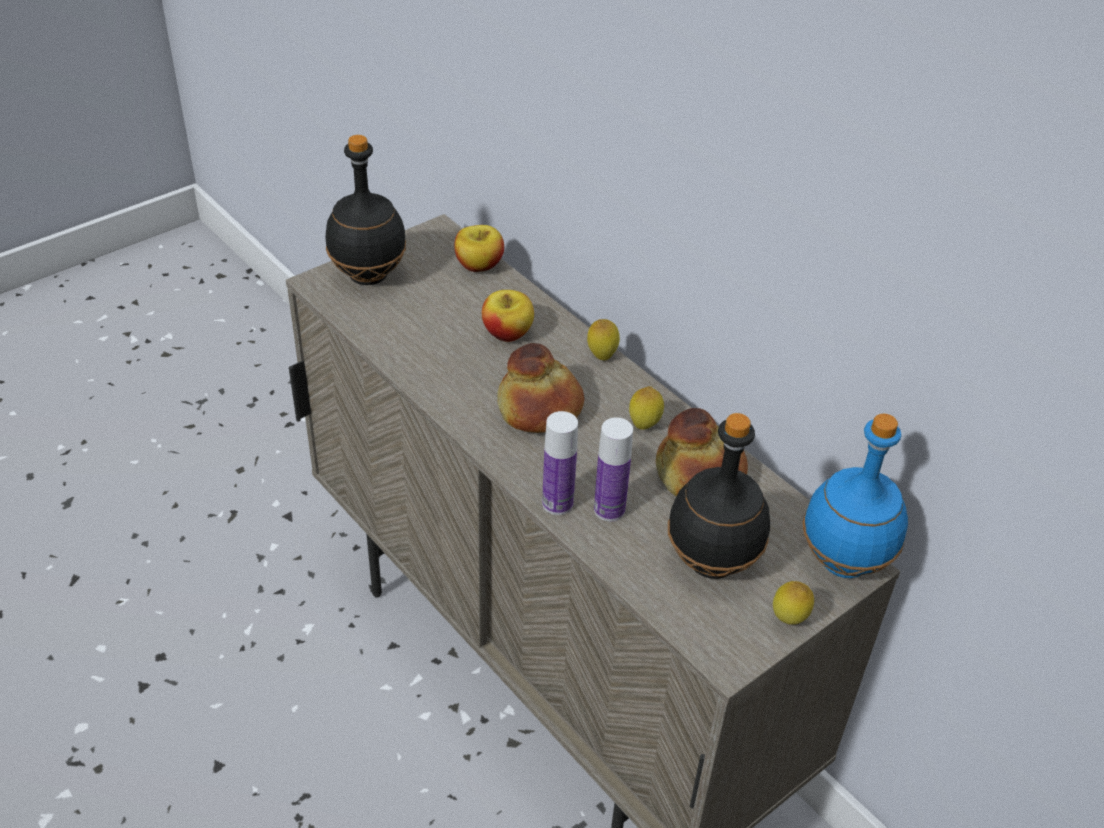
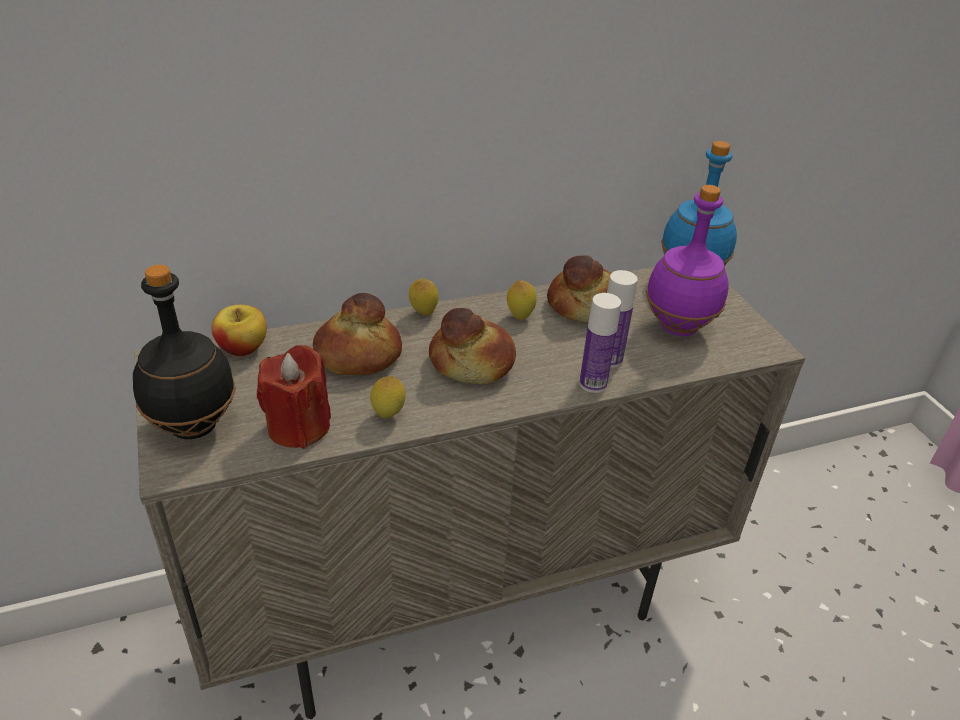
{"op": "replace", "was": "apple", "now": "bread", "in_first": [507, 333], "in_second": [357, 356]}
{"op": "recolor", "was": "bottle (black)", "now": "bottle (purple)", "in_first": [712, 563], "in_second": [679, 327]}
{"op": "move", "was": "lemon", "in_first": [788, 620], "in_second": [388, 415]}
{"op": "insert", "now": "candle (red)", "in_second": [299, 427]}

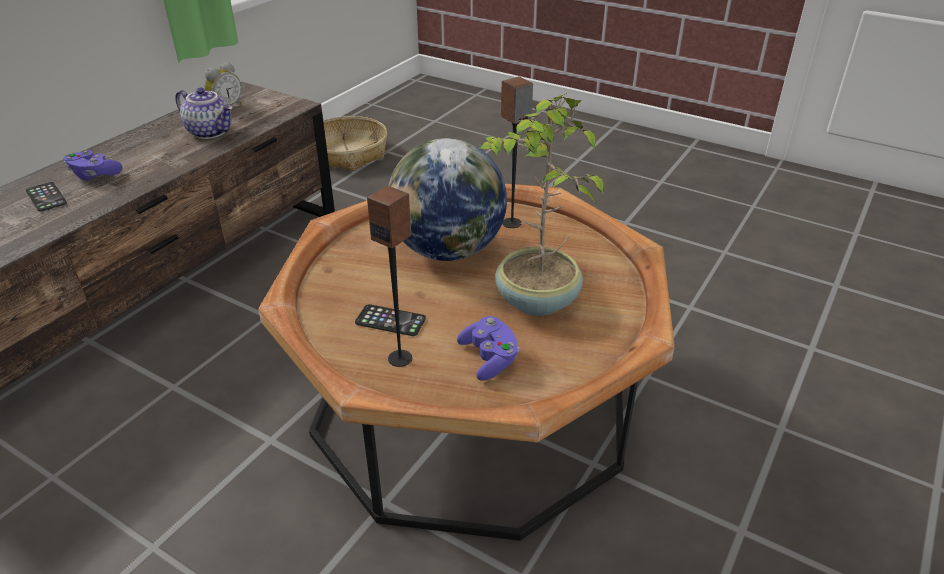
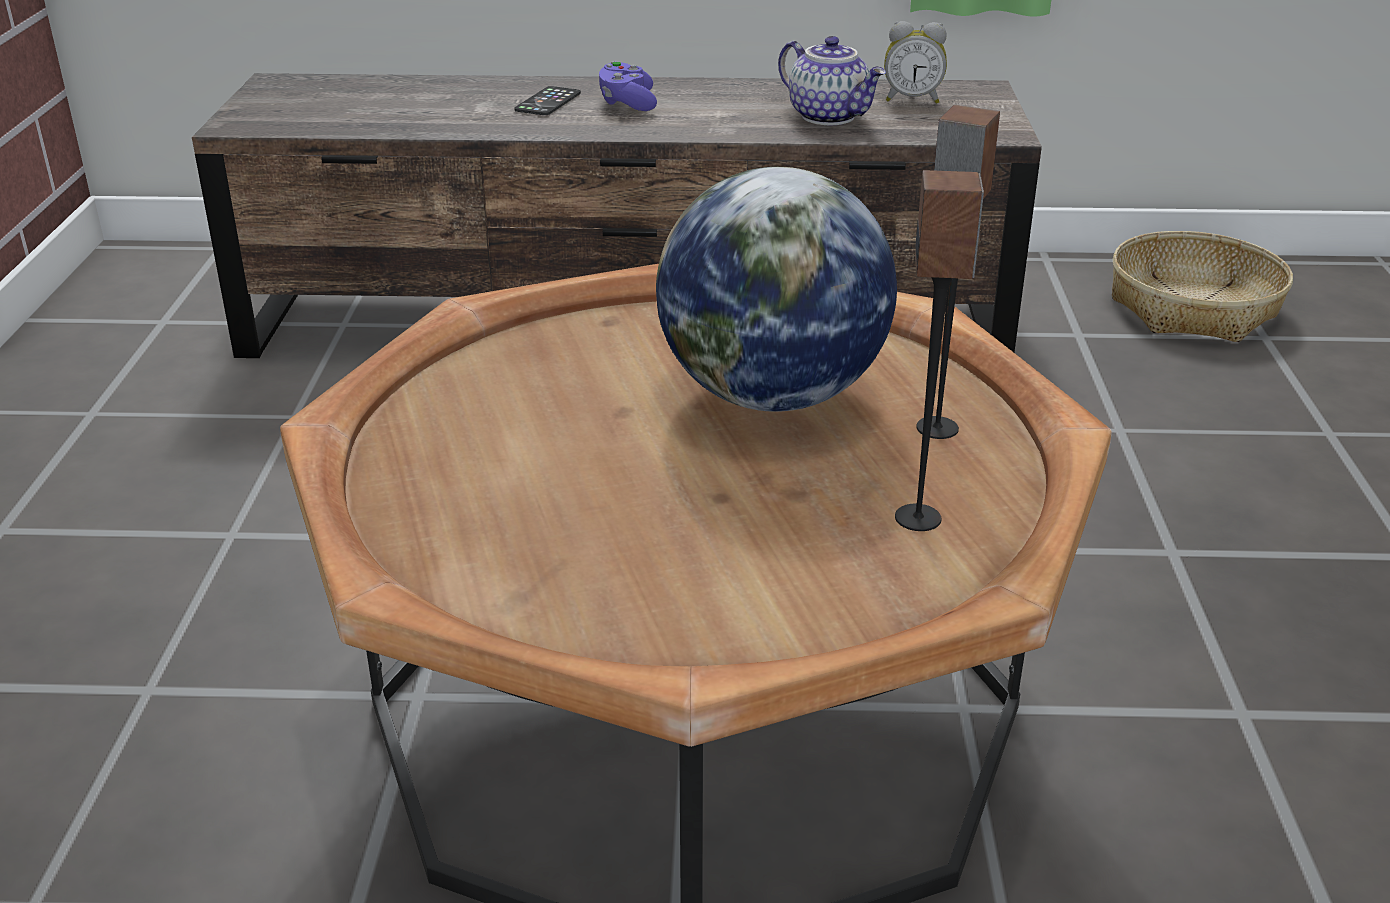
{"op": "rotate", "was": "teapot", "in_first": [211, 132], "in_second": [830, 116], "clockwise": -45}
{"op": "delete", "was": "potted plant", "in_first": [536, 302]}
{"op": "move", "was": "speaker", "in_first": [400, 358], "in_second": [919, 518]}
{"op": "delete", "was": "phone", "in_first": [390, 321]}
{"op": "delete", "was": "game controller (purple)", "in_first": [489, 358]}

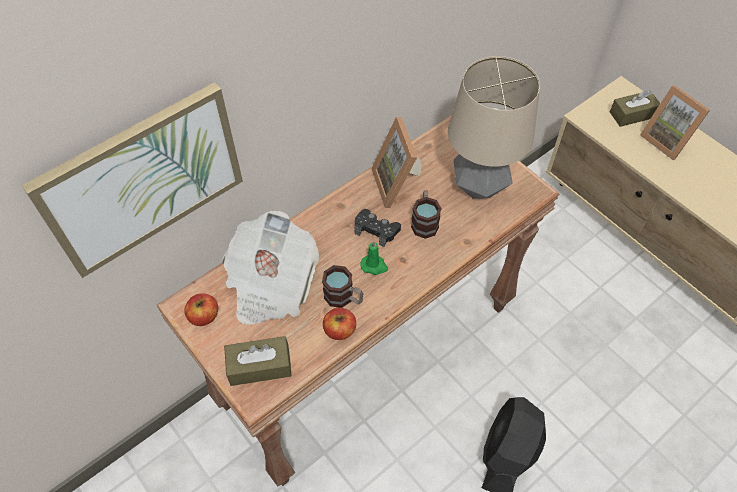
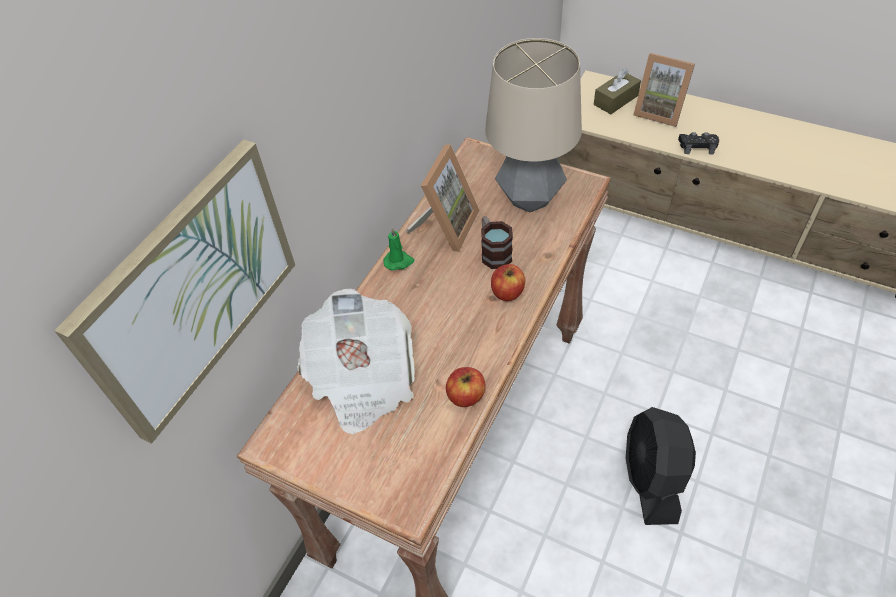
{"op": "rotate", "was": "picture frame", "in_first": [398, 184], "in_second": [446, 226], "clockwise": -120}
{"op": "move", "was": "game controller (black)", "in_first": [376, 230], "in_second": [697, 146]}
{"op": "move", "was": "candle (green)", "in_first": [374, 266], "in_second": [399, 261]}
{"op": "delete", "was": "mug", "in_first": [344, 298]}
{"op": "move", "was": "apple", "in_first": [204, 316], "in_second": [507, 292]}
{"op": "delete", "was": "tissue box (brown)", "in_first": [259, 366]}

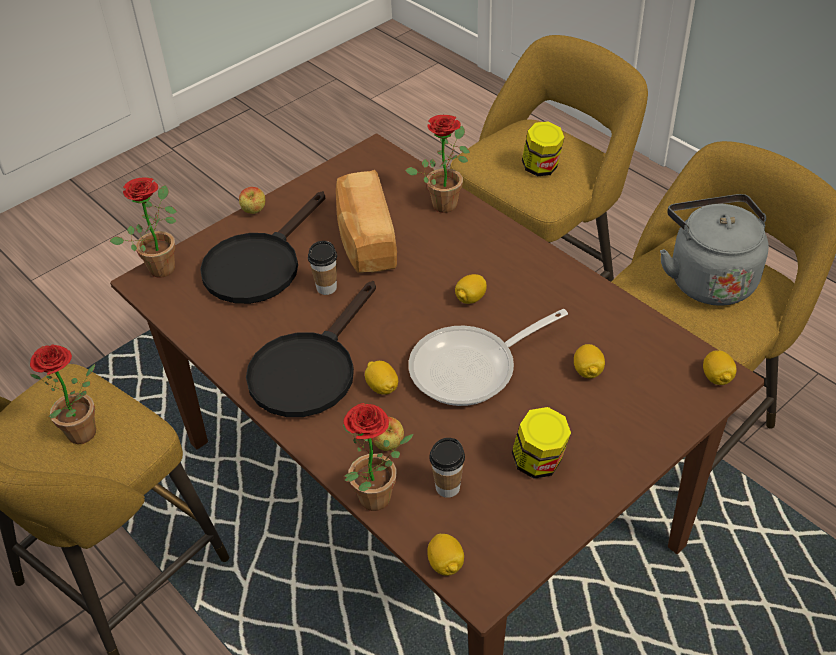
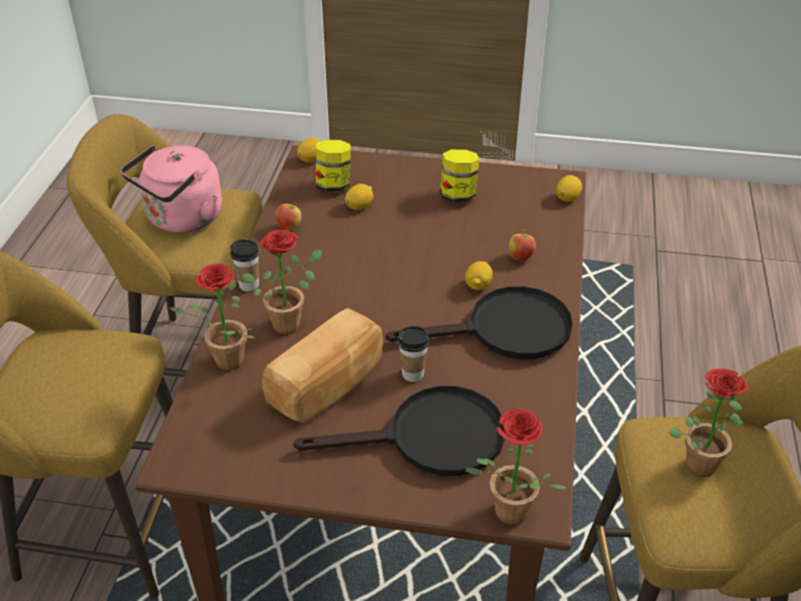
{"op": "move", "was": "jar", "in_first": [541, 168], "in_second": [334, 185]}
{"op": "move", "was": "apple", "in_first": [254, 212], "in_second": [289, 227]}
{"op": "recolor", "was": "kettle (grey)", "now": "kettle (pink)", "in_first": [708, 278], "in_second": [181, 219]}
{"op": "delete", "was": "lemon", "in_first": [470, 298]}
{"op": "delete", "was": "frying pan", "in_first": [471, 368]}
{"op": "move", "was": "potted plant", "in_first": [377, 503], "in_second": [290, 321]}
{"op": "move", "was": "cup", "in_first": [447, 487], "in_second": [249, 285]}

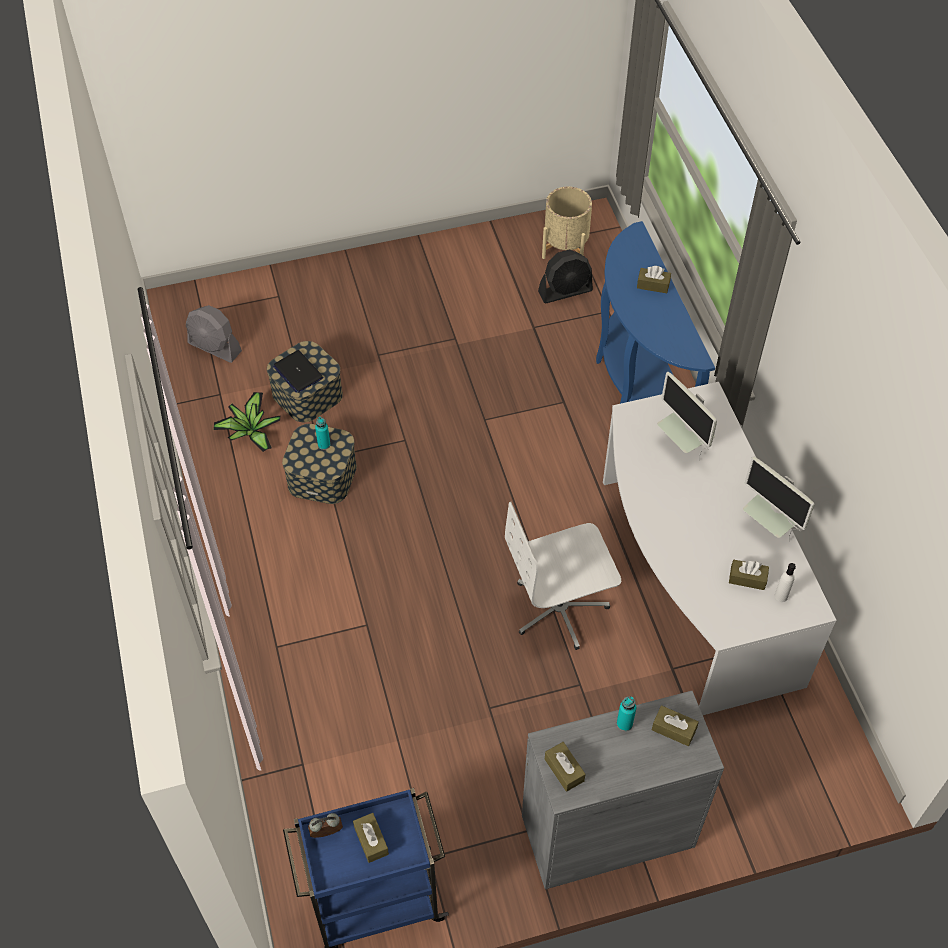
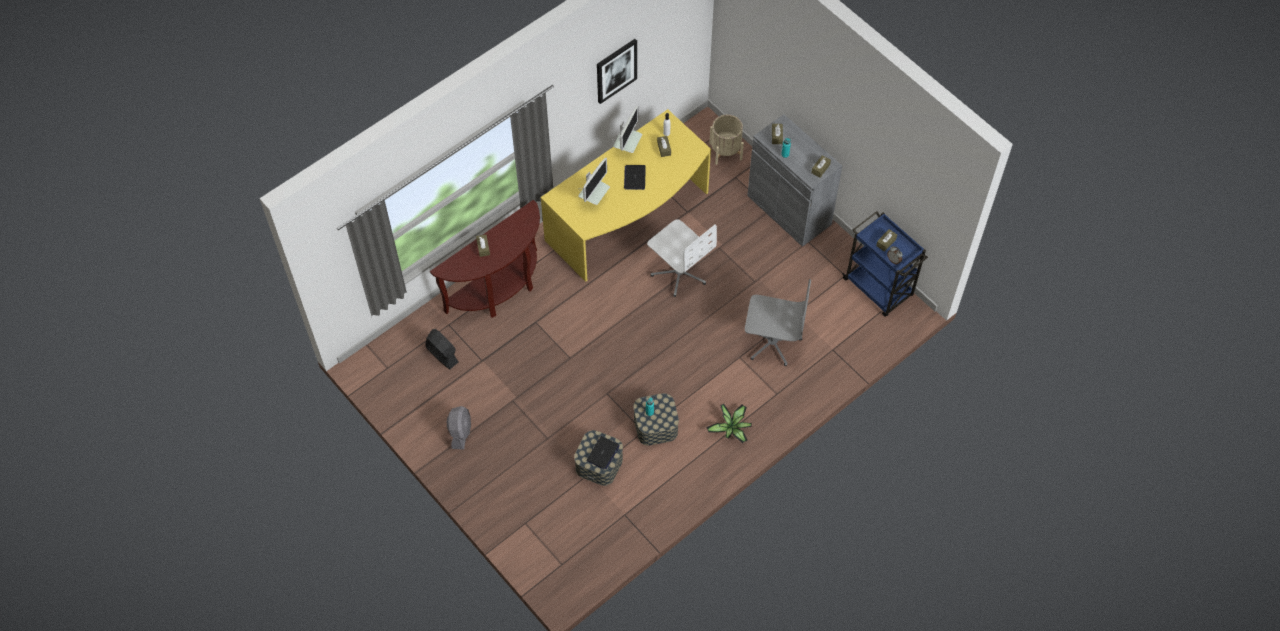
{"op": "move", "was": "planter (beige)", "in_first": [565, 247], "in_second": [725, 151]}
{"op": "recolor", "was": "console table (blue)", "now": "console table (brown)", "in_first": [637, 380], "in_second": [499, 290]}
{"op": "move", "was": "fan (grey)", "in_first": [215, 347], "in_second": [460, 432]}
{"op": "recolor", "was": "desk (white)", "now": "desk (yellow)", "in_first": [691, 581], "in_second": [630, 219]}
{"op": "move", "was": "potted plant", "in_first": [250, 431], "in_second": [731, 428]}
{"op": "insert", "now": "picture", "in_second": [616, 70]}
{"op": "insert", "now": "laptop", "in_second": [635, 177]}
{"op": "insert", "now": "office chair (grey)", "in_second": [772, 342]}

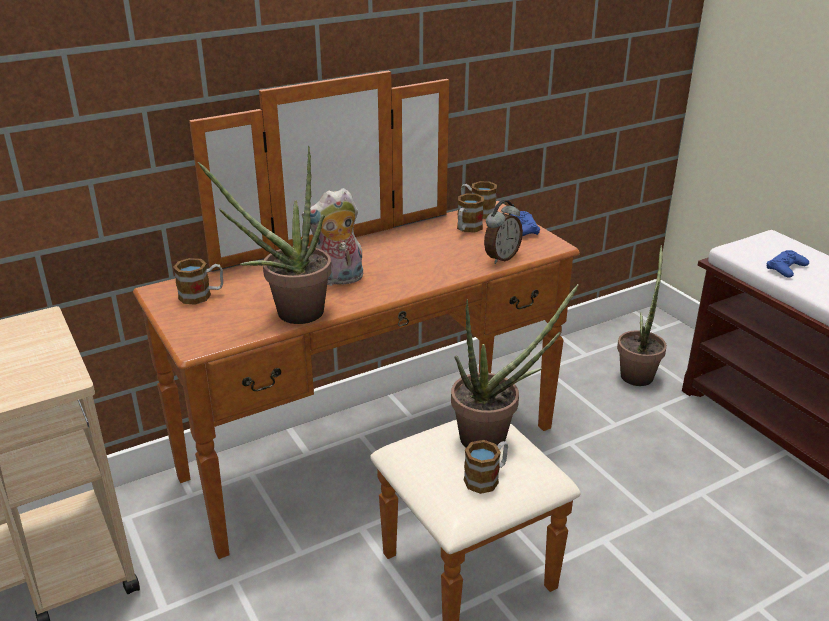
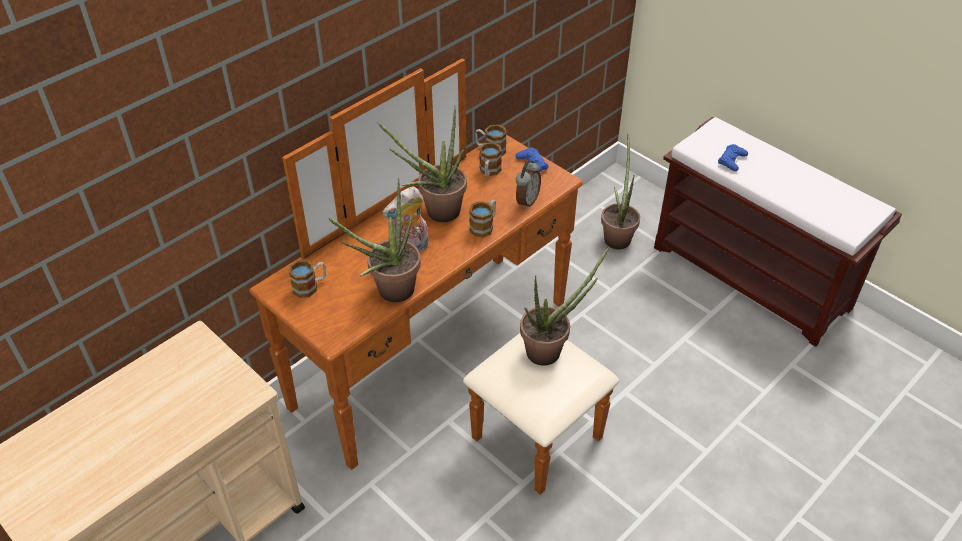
{"op": "move", "was": "mug", "in_first": [487, 478], "in_second": [484, 226]}
{"op": "insert", "now": "potted plant", "in_second": [435, 213]}

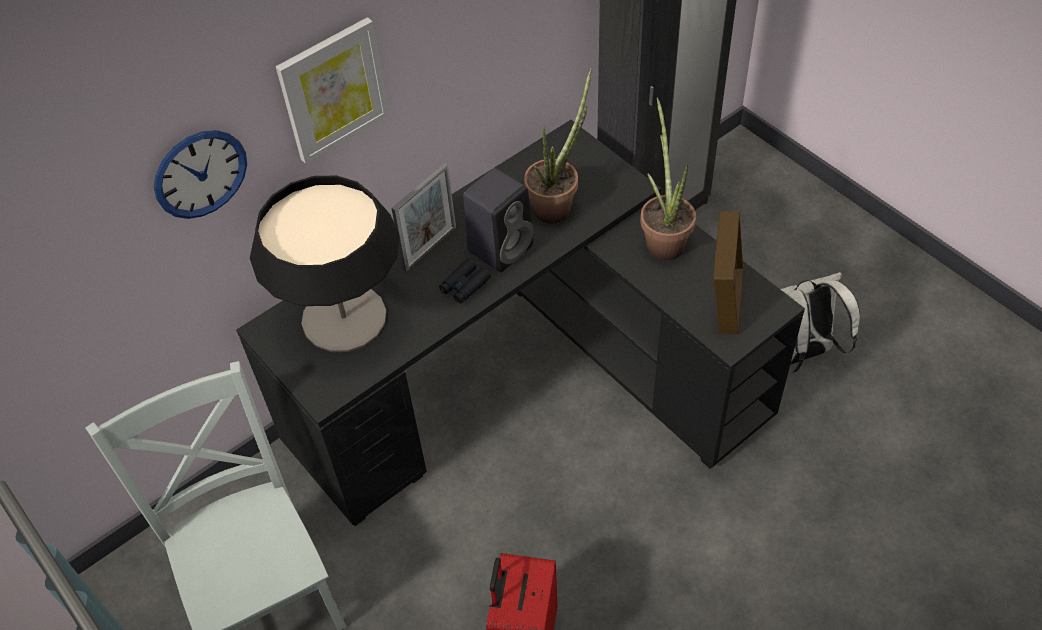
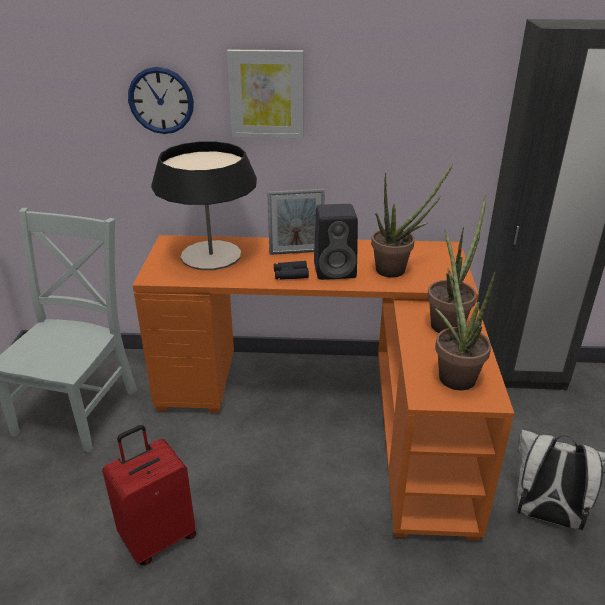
{"op": "recolor", "was": "desk (black)", "now": "desk (orange)", "in_first": [528, 379], "in_second": [334, 407]}
{"op": "replace", "was": "picture frame", "now": "potted plant", "in_first": [724, 300], "in_second": [453, 373]}

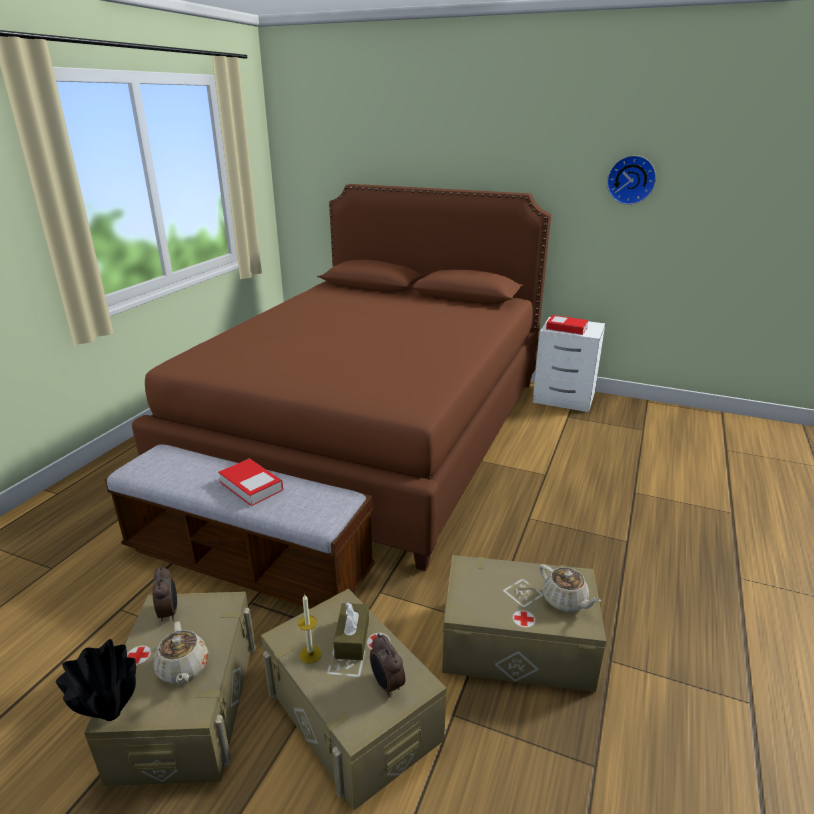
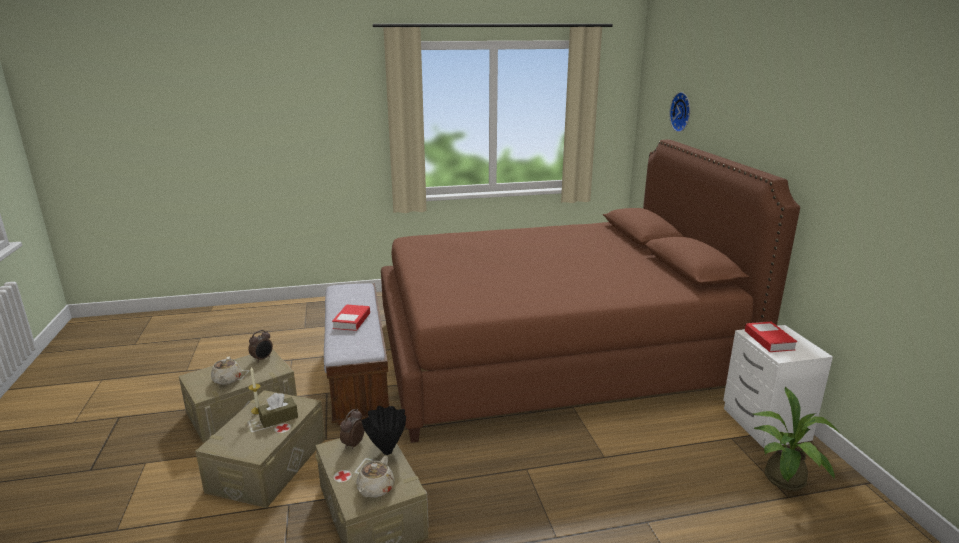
{"op": "move", "was": "wall clock", "in_first": [631, 179], "in_second": [682, 112]}
{"op": "rotate", "was": "teapot (beige)", "in_first": [183, 668], "in_second": [227, 380], "clockwise": -45}
{"op": "move", "was": "alarm clock", "in_first": [386, 685], "in_second": [353, 444]}
{"op": "move", "was": "vase (black)", "in_first": [110, 713], "in_second": [387, 451]}
{"op": "insert", "now": "potted plant", "in_second": [785, 482]}

